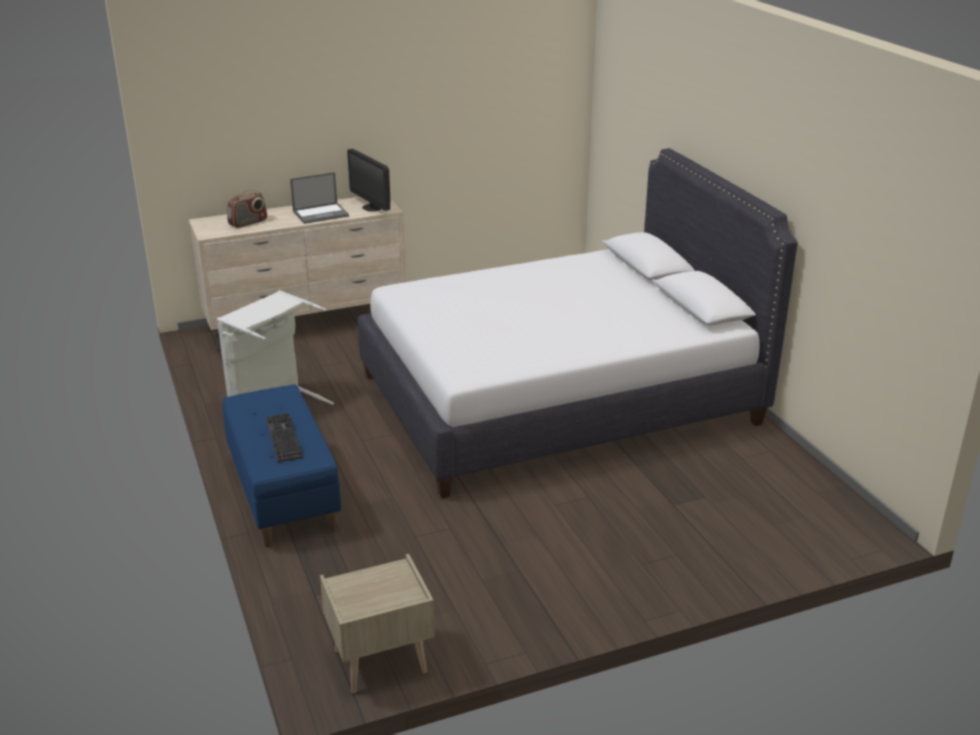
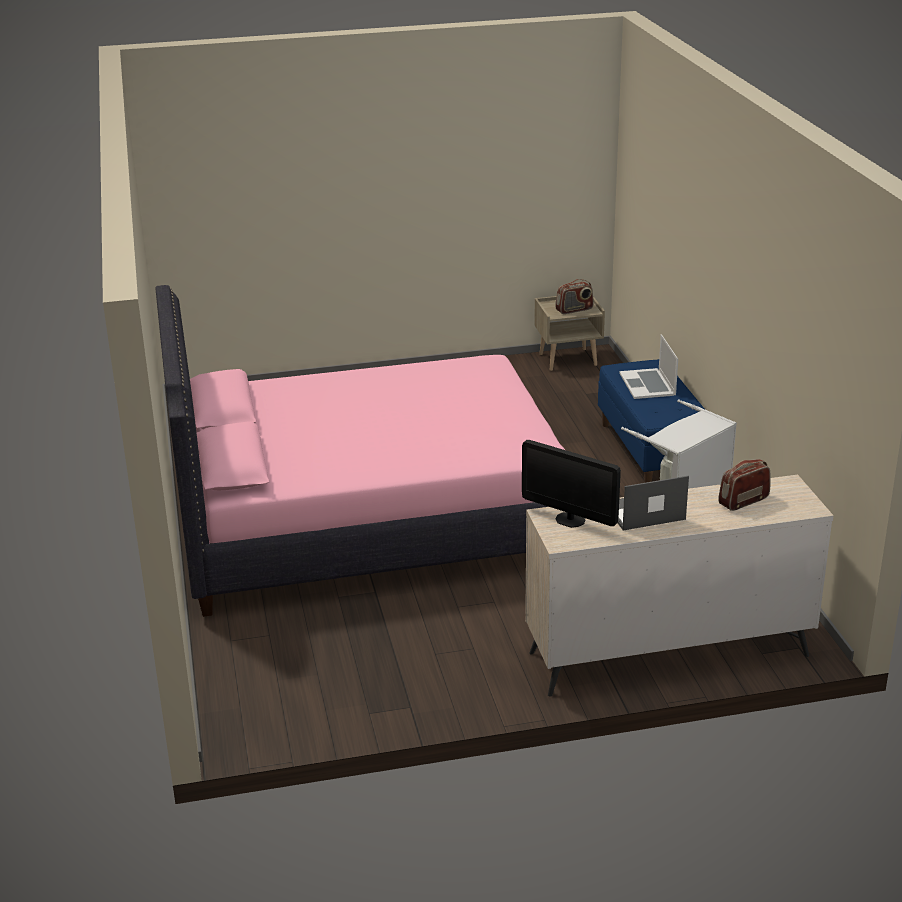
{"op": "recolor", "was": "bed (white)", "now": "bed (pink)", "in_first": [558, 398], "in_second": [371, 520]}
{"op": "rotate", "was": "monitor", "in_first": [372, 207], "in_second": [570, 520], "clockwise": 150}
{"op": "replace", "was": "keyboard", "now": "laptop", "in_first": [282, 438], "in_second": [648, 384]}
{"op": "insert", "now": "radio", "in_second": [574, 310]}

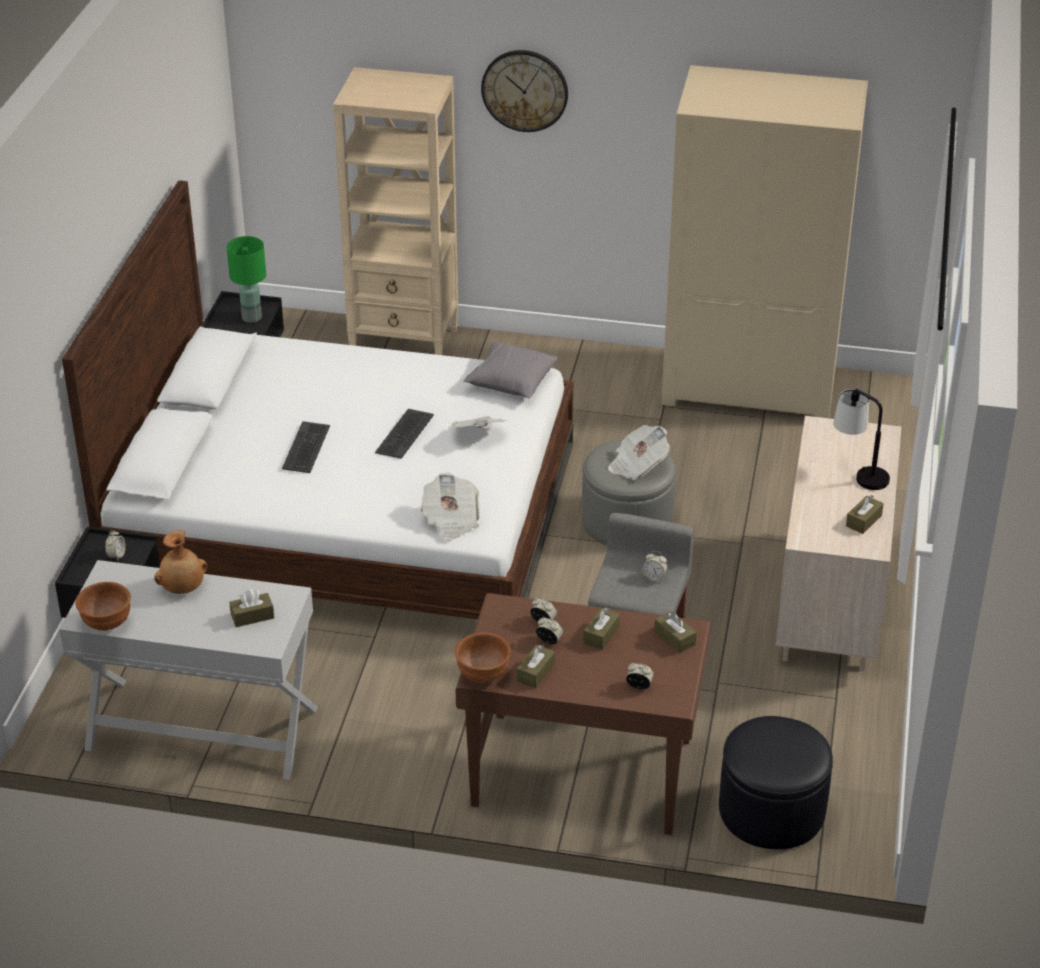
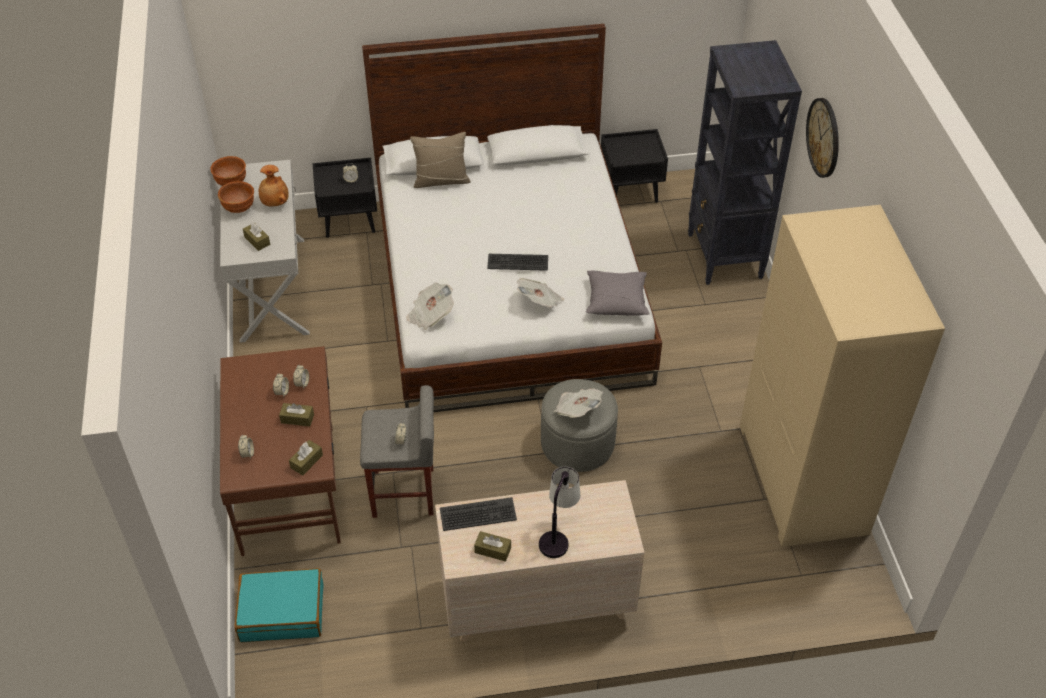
{"op": "recolor", "was": "bookcase (beige)", "now": "bookcase (black)", "in_first": [405, 344], "in_second": [724, 256]}
{"op": "delete", "was": "table lamp (green)", "in_first": [252, 317]}
{"op": "move", "was": "keyboard", "in_first": [307, 448], "in_second": [478, 515]}
{"op": "move", "was": "bowl (brown)", "in_first": [483, 674], "in_second": [239, 208]}
{"op": "delete", "was": "tissue box (brown)", "in_first": [535, 672]}
{"op": "replace", "was": "ottoman (black)", "now": "suitcase (turquoise)", "in_first": [772, 810], "in_second": [282, 612]}
{"op": "insert", "now": "pillow (beige)", "in_second": [441, 180]}

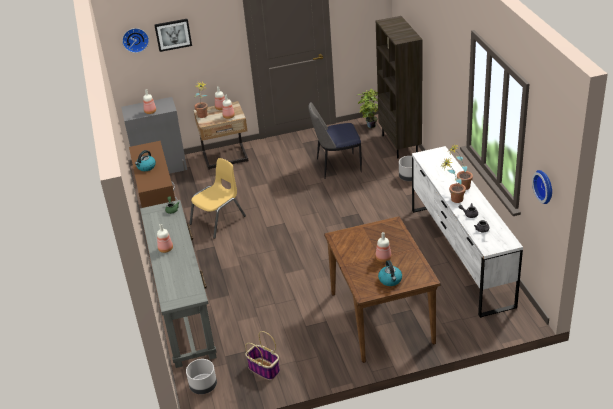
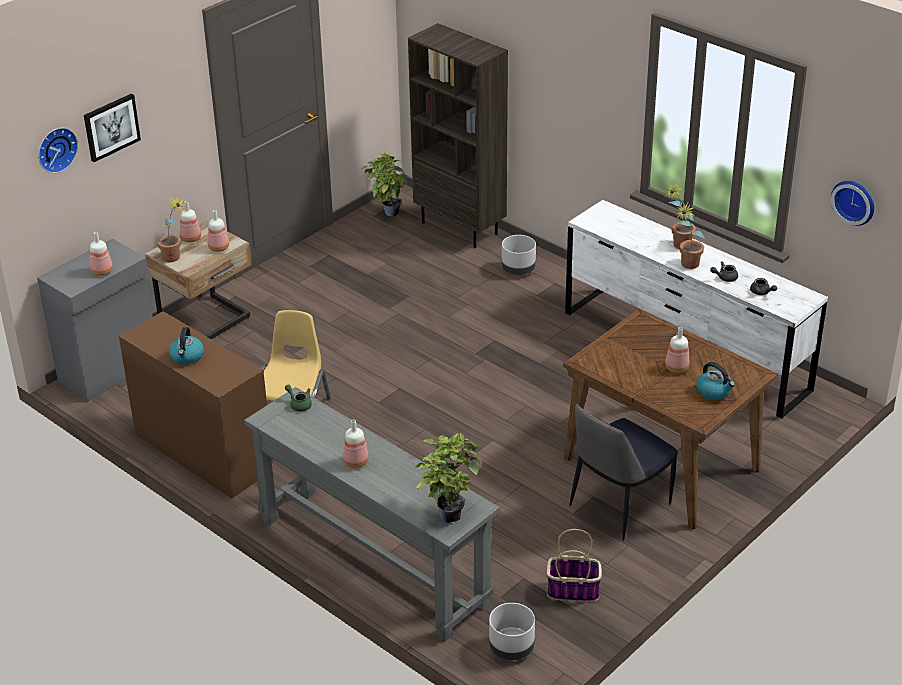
{"op": "move", "was": "chair", "in_first": [337, 166], "in_second": [618, 507]}
{"op": "insert", "now": "potted plant", "in_second": [448, 512]}

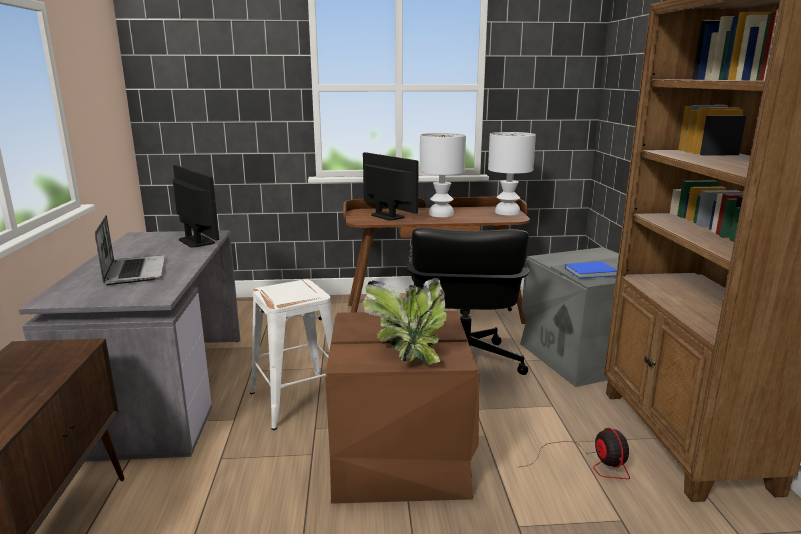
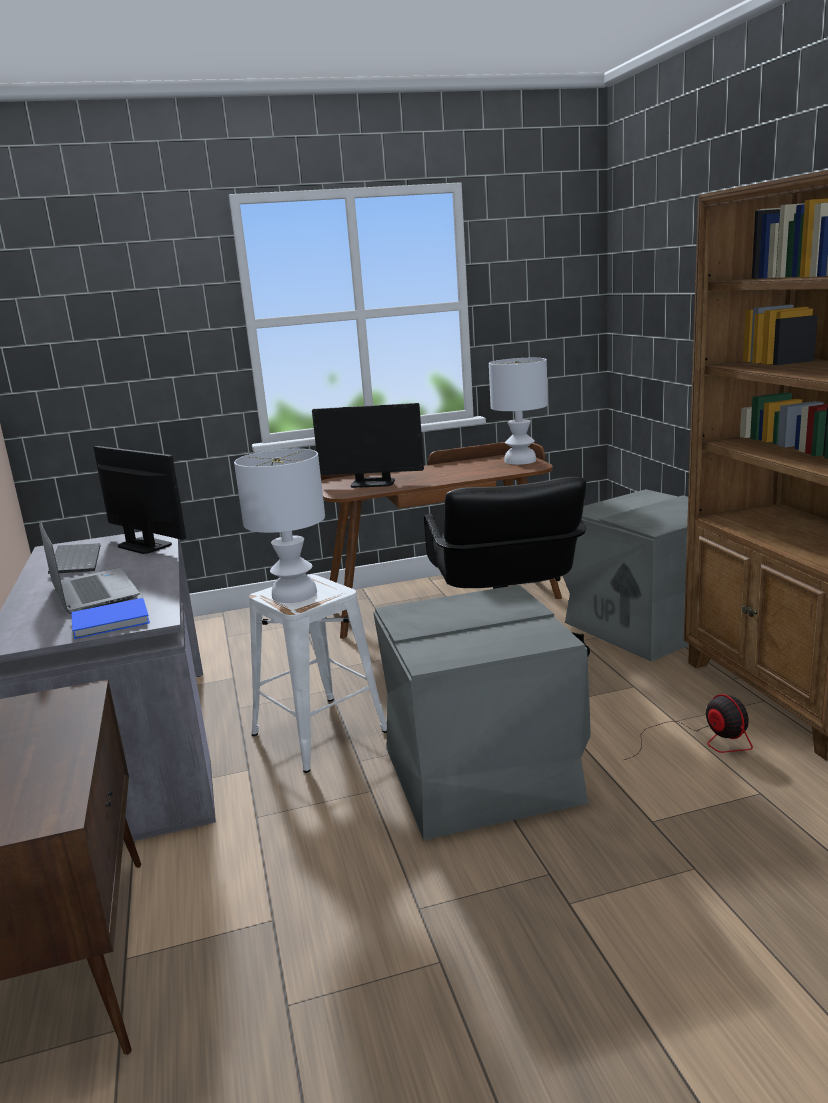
{"op": "move", "was": "table lamp (white)", "in_first": [441, 214], "in_second": [294, 595]}
{"op": "rotate", "was": "monitor", "in_first": [387, 216], "in_second": [373, 483], "clockwise": 150}
{"op": "move", "was": "book (blue)", "in_first": [592, 272], "in_second": [113, 621]}
{"op": "delete", "was": "potted plant", "in_first": [409, 351]}
{"op": "recolor", "was": "storage box (brown)", "now": "storage box (grey)", "in_first": [401, 458], "in_second": [483, 775]}
{"op": "insert", "now": "keyboard", "in_second": [74, 561]}

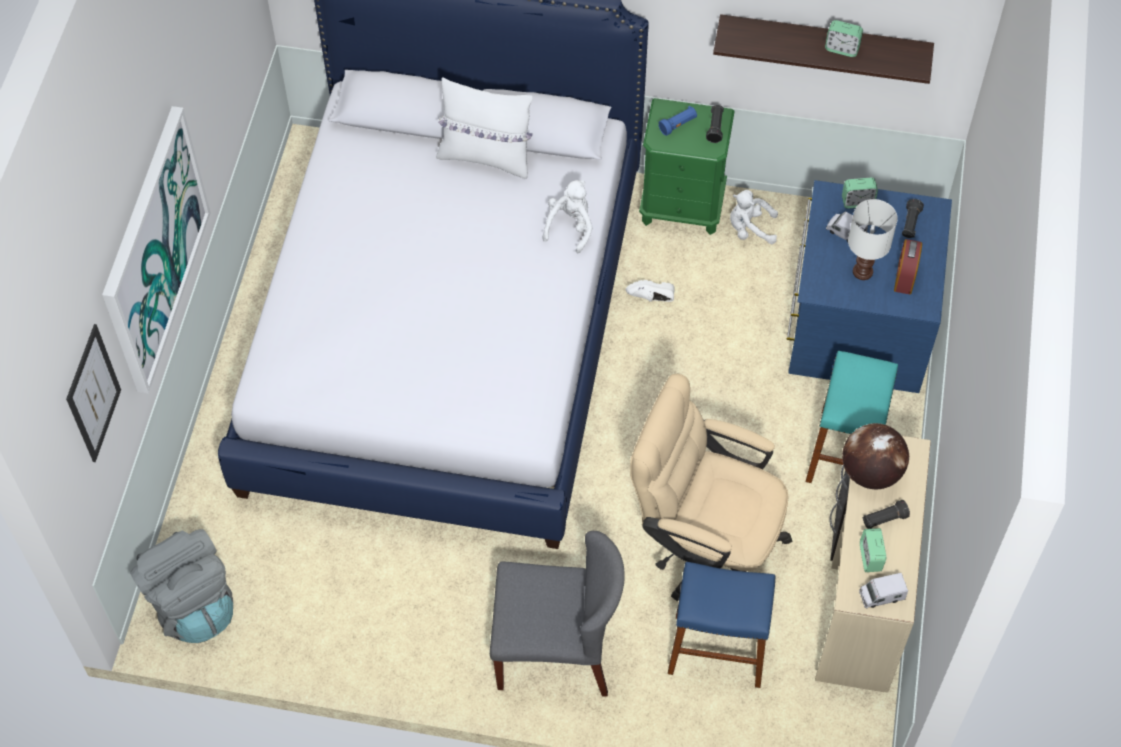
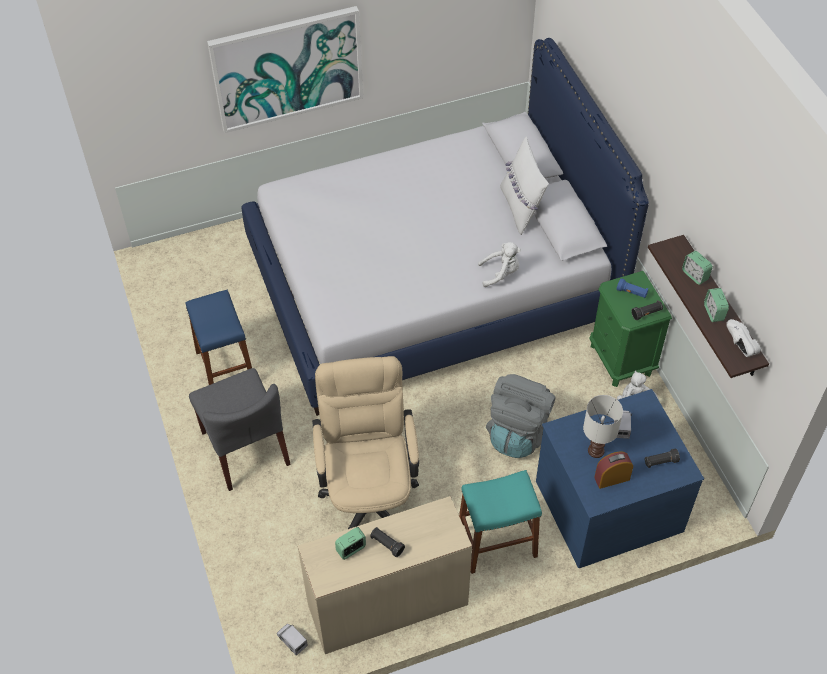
{"op": "move", "was": "alarm clock", "in_first": [857, 201], "in_second": [695, 275]}
{"op": "move", "was": "shoe (white)", "in_first": [651, 298], "in_second": [738, 344]}
{"op": "delete", "was": "picture", "in_first": [93, 394]}
{"op": "delete", "was": "globe", "in_first": [870, 472]}
{"op": "move", "was": "backpack (grey)", "in_first": [192, 605], "in_second": [518, 432]}
{"op": "move", "was": "stool (blue)", "in_first": [717, 650], "in_second": [225, 368]}
{"op": "move", "was": "toy truck", "in_first": [881, 595], "in_second": [292, 641]}

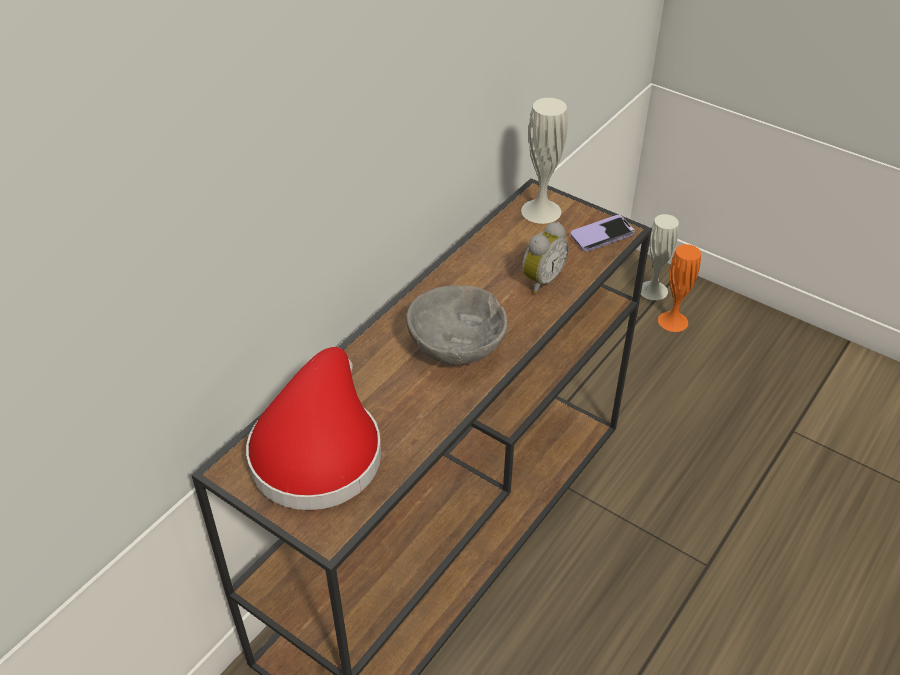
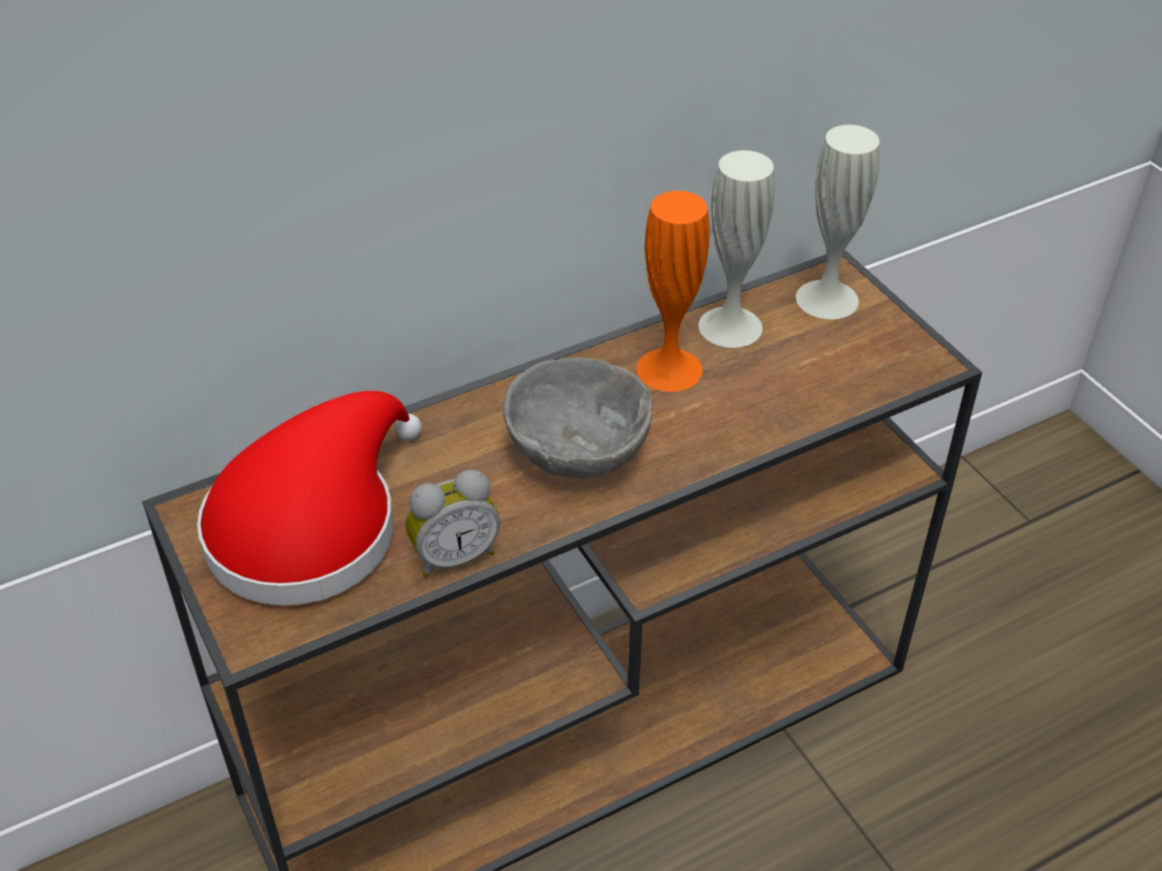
{"op": "move", "was": "vase (white)", "in_first": [653, 290], "in_second": [730, 326]}
{"op": "delete", "was": "phone", "in_first": [602, 235]}
{"op": "move", "was": "alarm clock", "in_first": [540, 280], "in_second": [454, 555]}
{"op": "move", "was": "vase (orange)", "in_first": [673, 321], "in_second": [669, 369]}

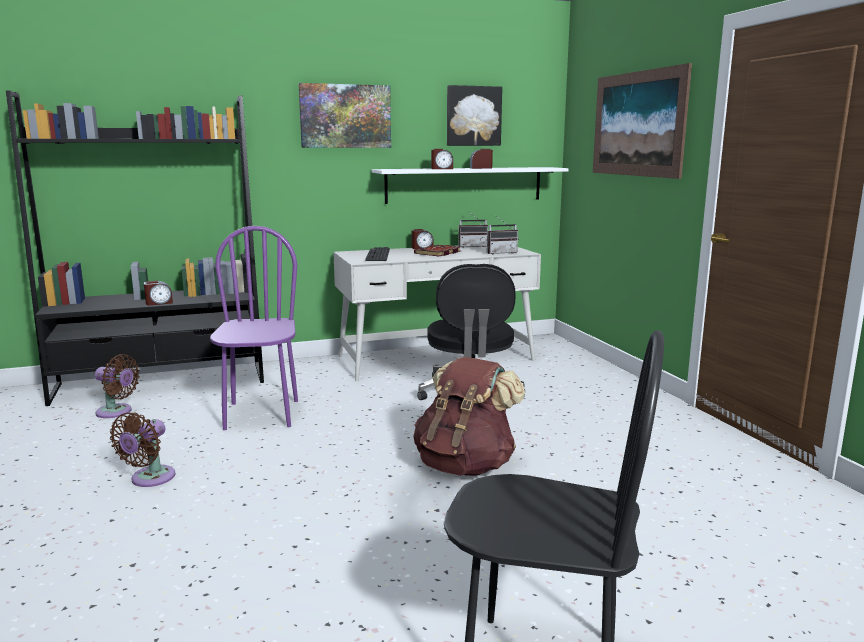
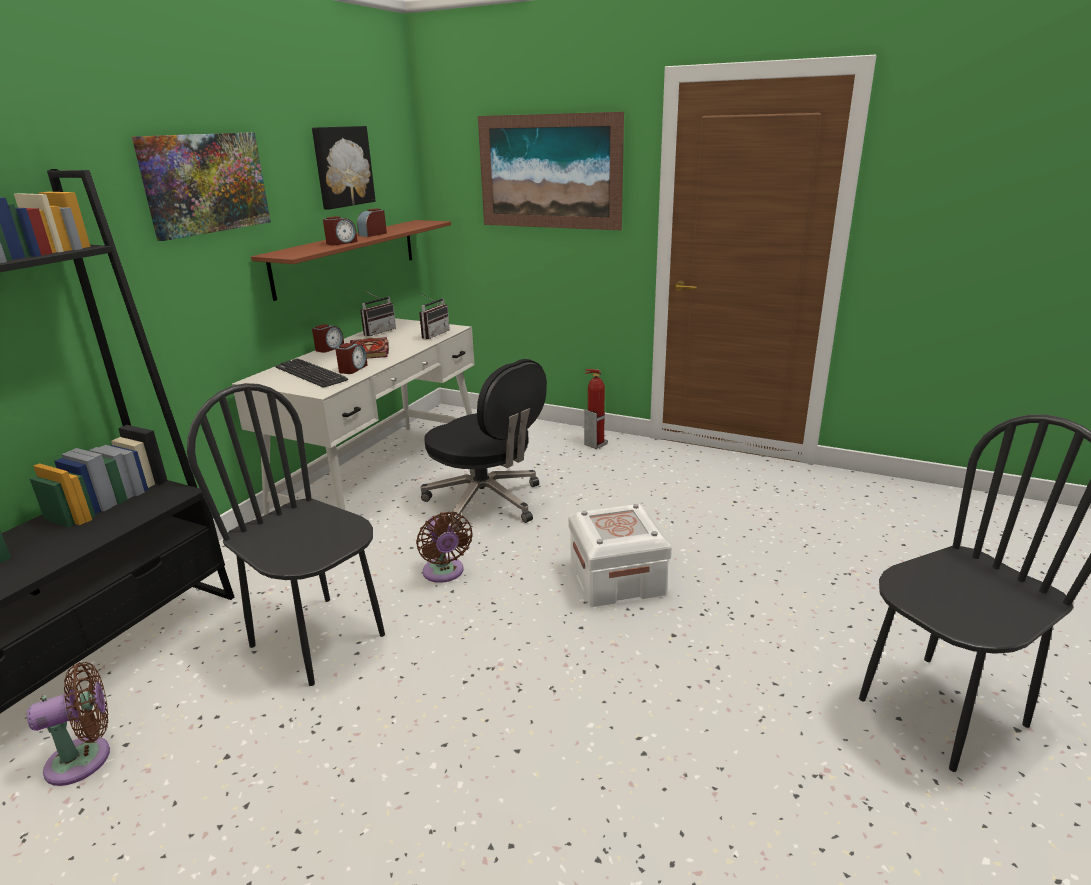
{"op": "recolor", "was": "shelf (white)", "now": "shelf (brown)", "in_first": [464, 184], "in_second": [347, 257]}
{"op": "recolor", "was": "chair (purple)", "now": "chair (black)", "in_first": [261, 414], "in_second": [319, 639]}
{"op": "move", "was": "alarm clock", "in_first": [159, 303], "in_second": [353, 369]}
{"op": "replace", "was": "backpack (brown)", "now": "storage box (white)", "in_first": [465, 465], "in_second": [616, 579]}
{"op": "move", "was": "fan (brown)", "in_first": [149, 479], "in_second": [444, 573]}
{"op": "insert", "now": "fire extinguisher", "in_second": [595, 444]}

